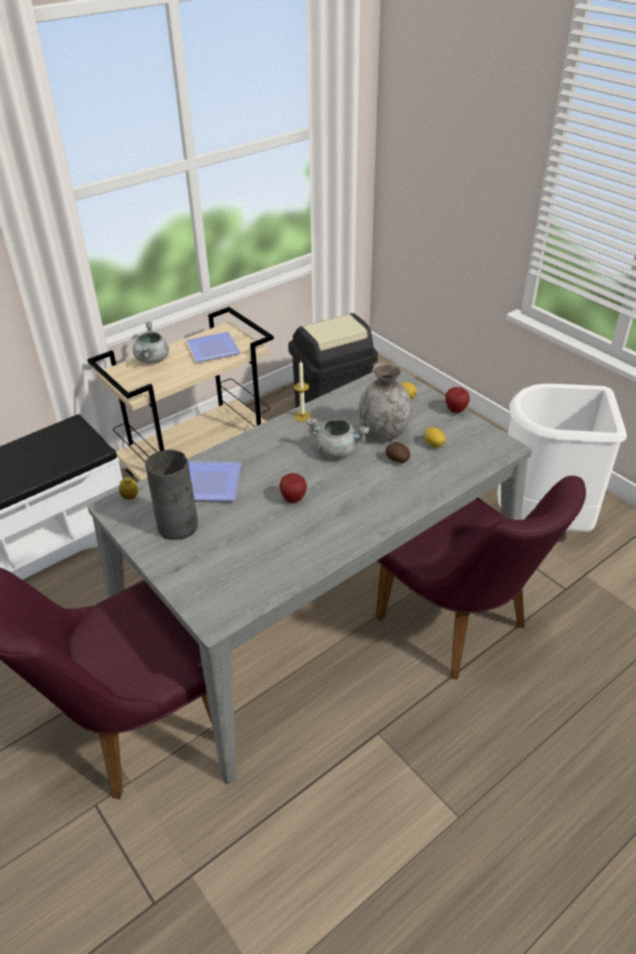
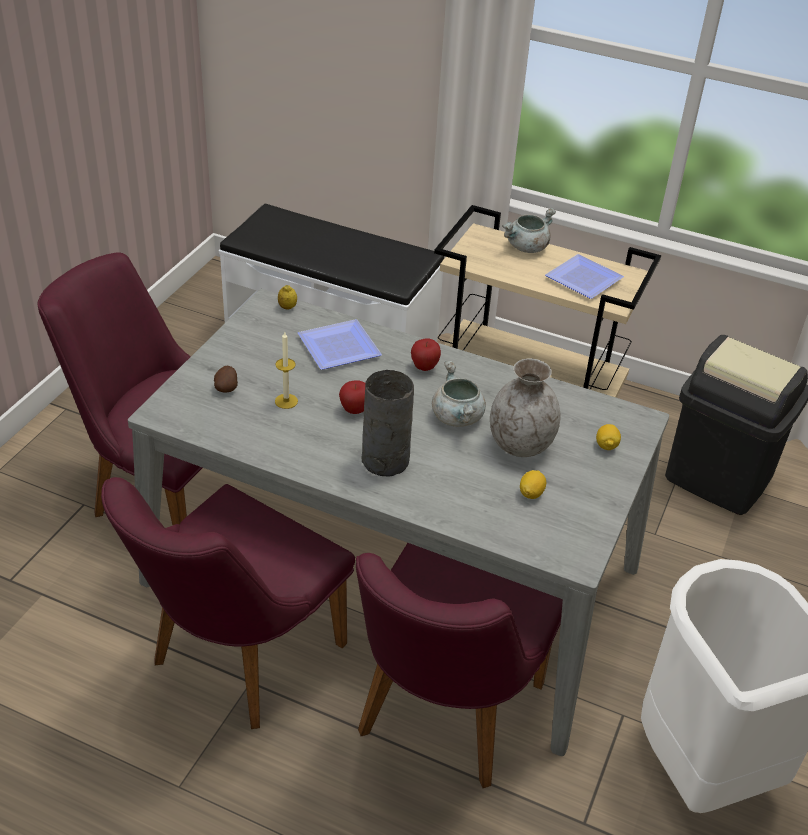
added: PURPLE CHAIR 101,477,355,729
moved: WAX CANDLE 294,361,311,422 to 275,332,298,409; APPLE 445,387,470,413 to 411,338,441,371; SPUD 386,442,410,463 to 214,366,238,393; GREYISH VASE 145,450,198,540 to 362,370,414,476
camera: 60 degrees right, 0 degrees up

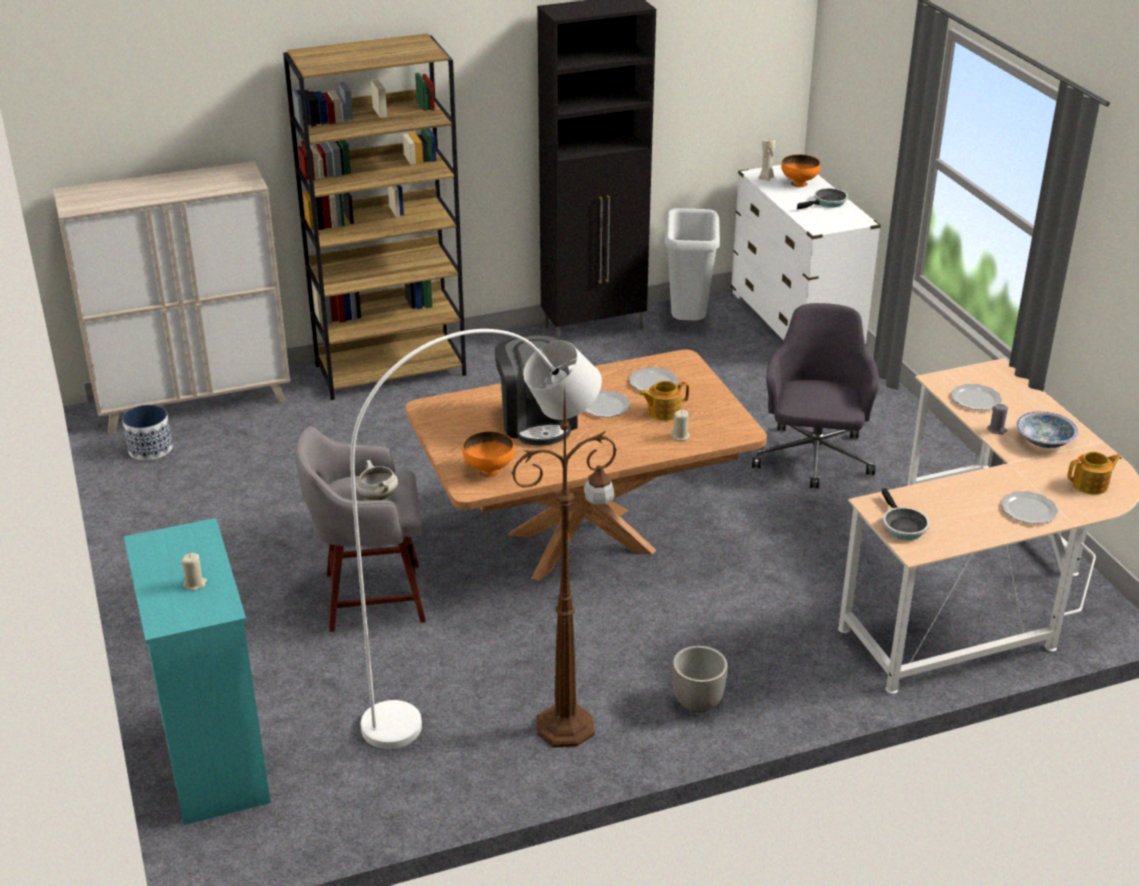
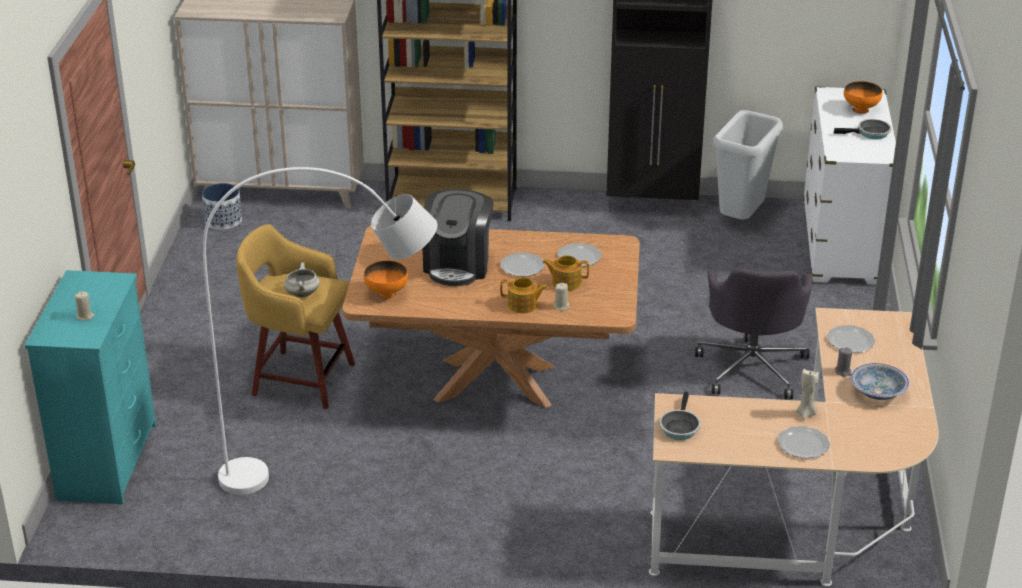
removed: BROWN-COLOURED STANDING LAMP 512,389,617,748; FLOWER POT 672,646,728,713
moved: SAND-COLOURED WAX CANDLE 759,139,775,181 to 796,369,819,420; TEAPOT 1068,452,1122,495 to 500,277,548,314
recoloured: GREYISH STOOL SEAT 295,426,426,632 to YELLOW-COLOURED STOOL SEAT 236,224,355,409
turned: GREYISH COMPUTER CHAIR 752,303,879,489 = 695,269,812,399 150 degrees clockwise
camera: 25 degrees right, 0 degrees up

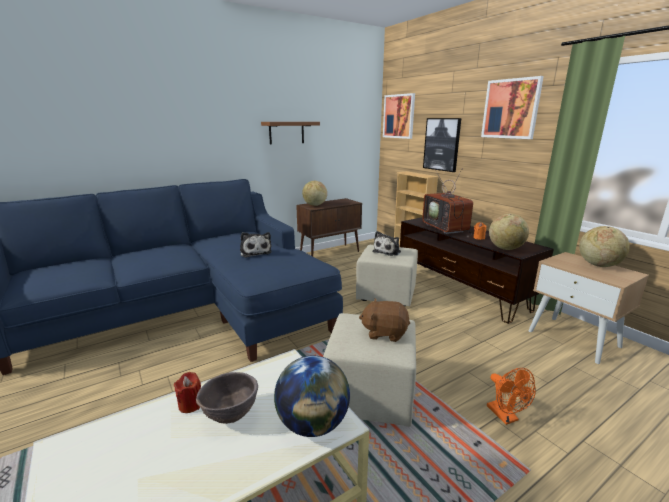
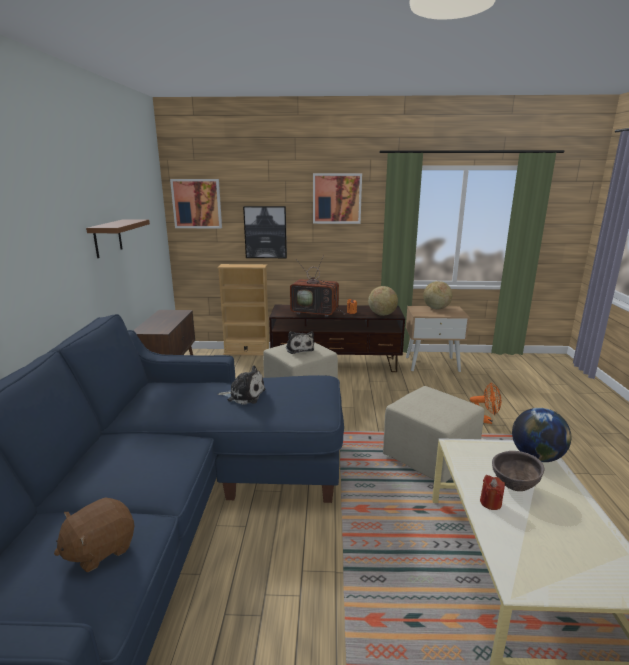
removed: GLOBE 302,181,327,206
moved: BROWN-COLOURED SOFT TOY 359,298,410,342 to 54,497,135,572
camera: 55 degrees left, 0 degrees up

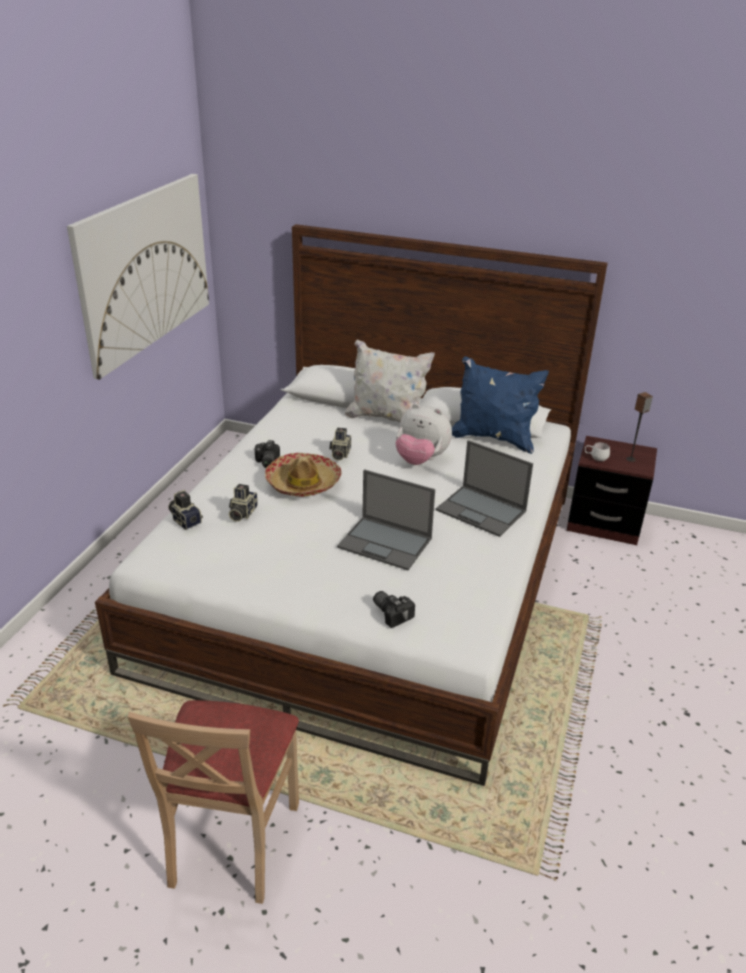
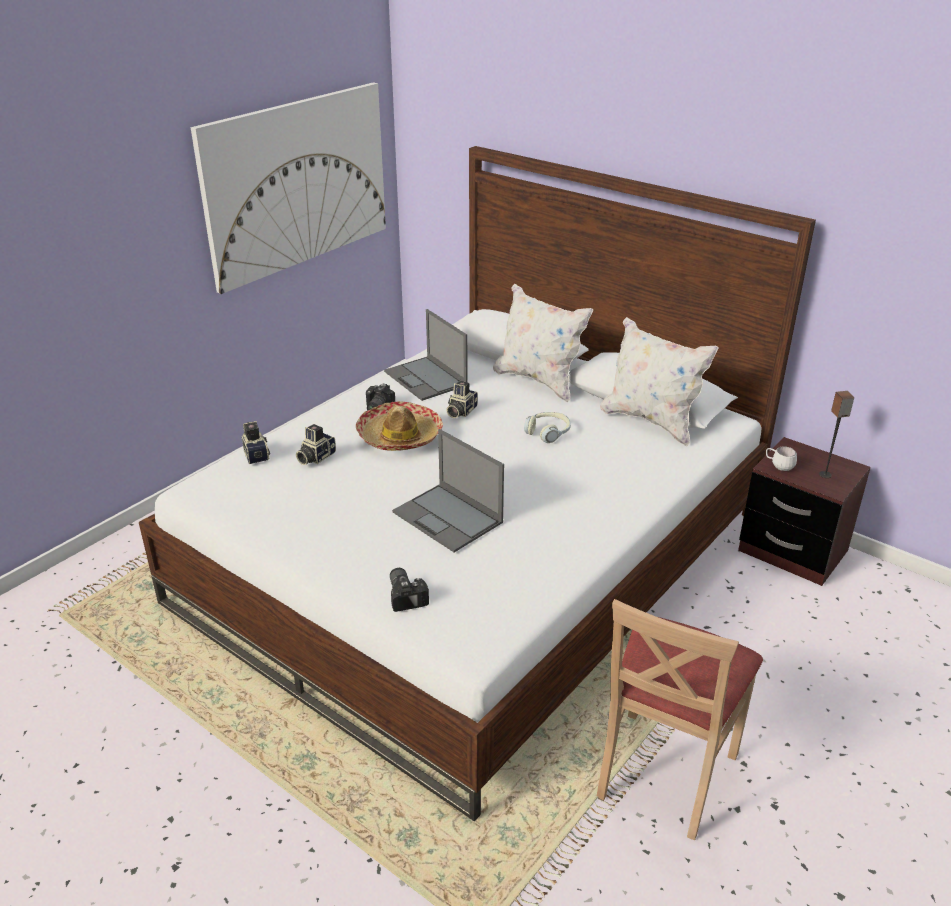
moved: PORTABLE COMPUTER 436,440,533,537 to 384,309,468,401; SAND-COLOURED CHAIR 127,700,299,904 to 597,599,763,841
replaced: SOFT TOY 395,404,452,465 to HEADPHONES 524,412,571,443
recoloured: BLUE-COLOURED THROW PILLOW 452,356,549,454 to WHITE-COLOURED THROW PILLOW 600,317,719,446
camera: 20 degrees right, 0 degrees up

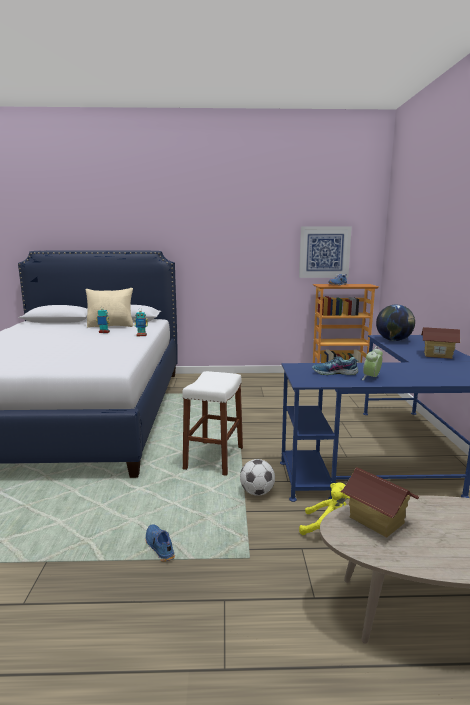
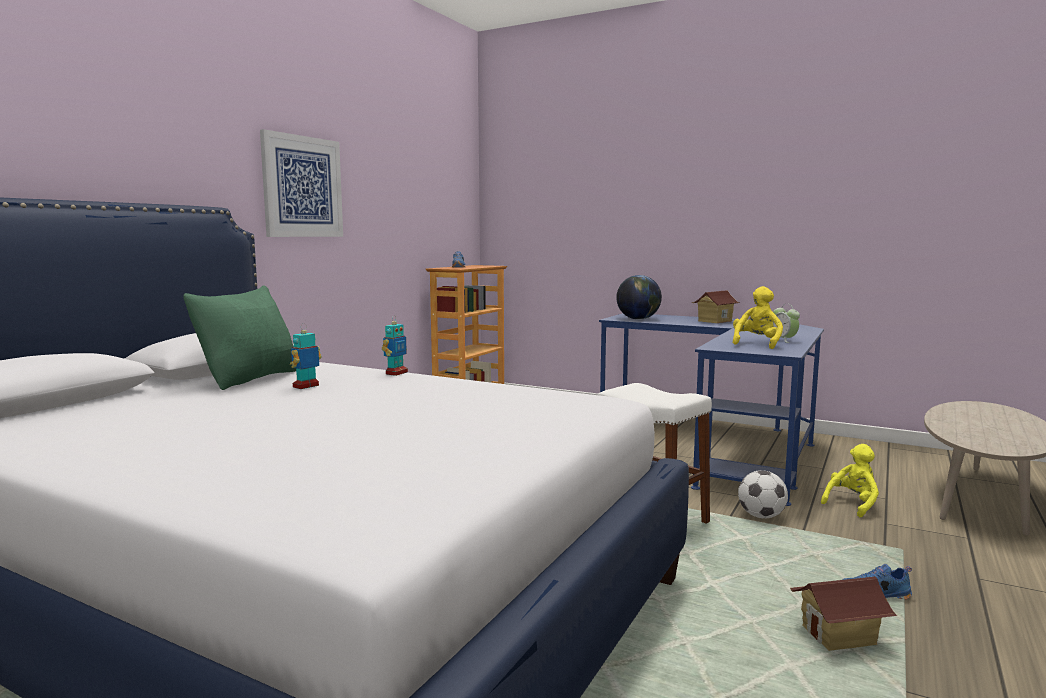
moved: WALL ART 299,226,352,278 to 260,129,343,237; MODEL HOUSE 340,467,419,538 to 790,577,898,651
replaced: SHOE 312,356,358,375 to YELLOW-COLOURED SOFT TOY 733,286,783,349
recoloured: SAND-COLOURED THROW PILLOW 85,288,133,328 to GREENISH THROW PILLOW 183,285,296,390
camera: 60 degrees left, 5 degrees down

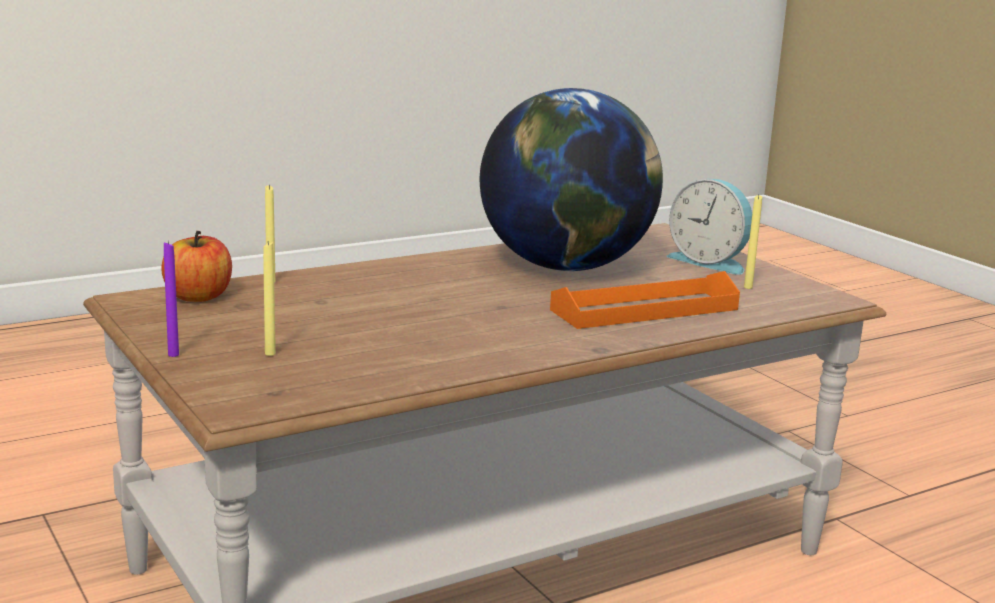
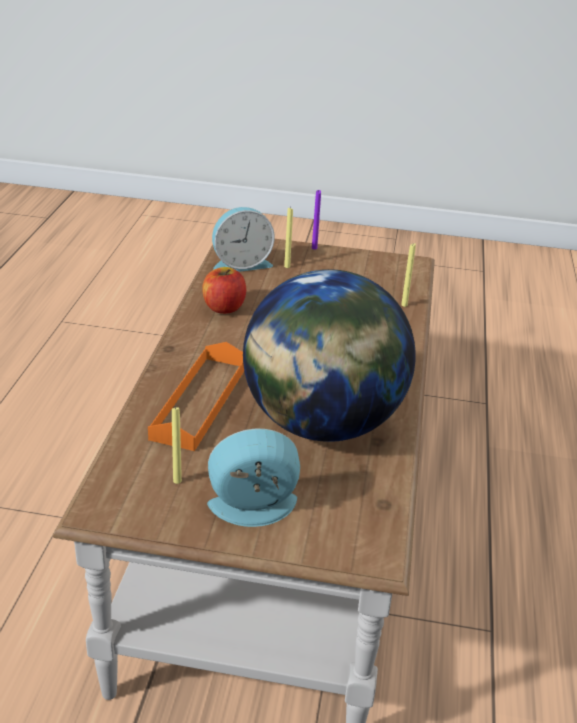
added: ALARM CLOCK 212,207,275,272
moved: APPLE 161,231,232,302 to 202,267,246,314
camera: 130 degrees right, 15 degrees up

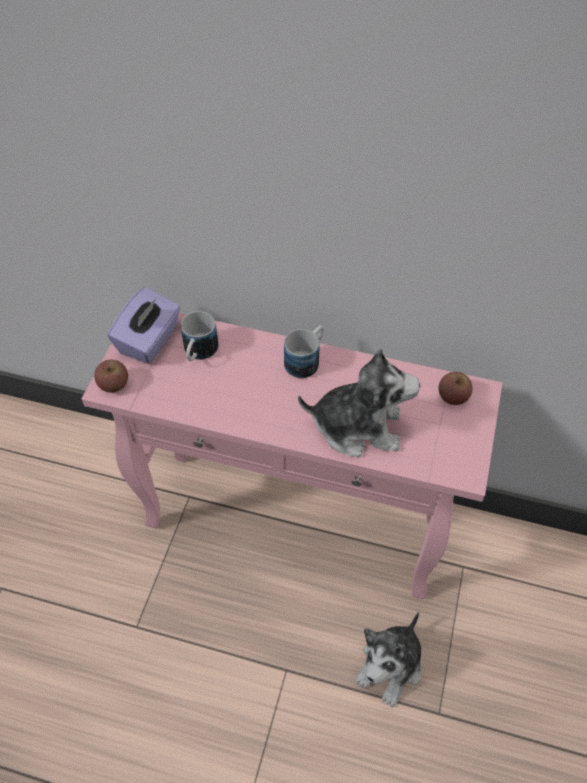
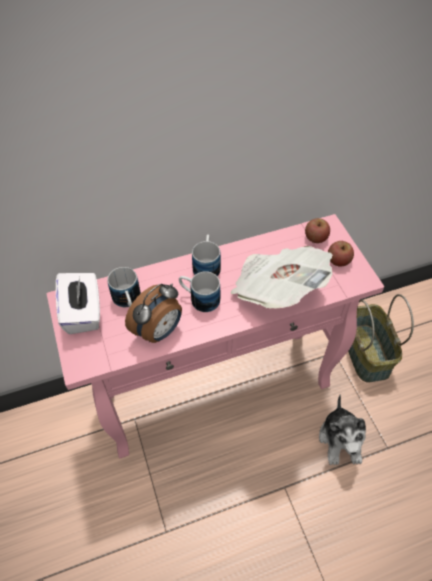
added: COFFEE MUG 179,271,220,312; ALARM CLOCK 125,284,182,343; BASKET 348,294,414,382
moved: APPLE 94,360,128,393 to 328,241,354,266
replaced: SOFT TOY 298,349,420,457 to PRINTED PAPER 231,246,333,309
recoloured: PURPLE BOX OF TISSUES 108,287,181,364 to WHITE-COLOURED BOX OF TISSUES 56,273,100,334
camera: 35 degrees left, 0 degrees up

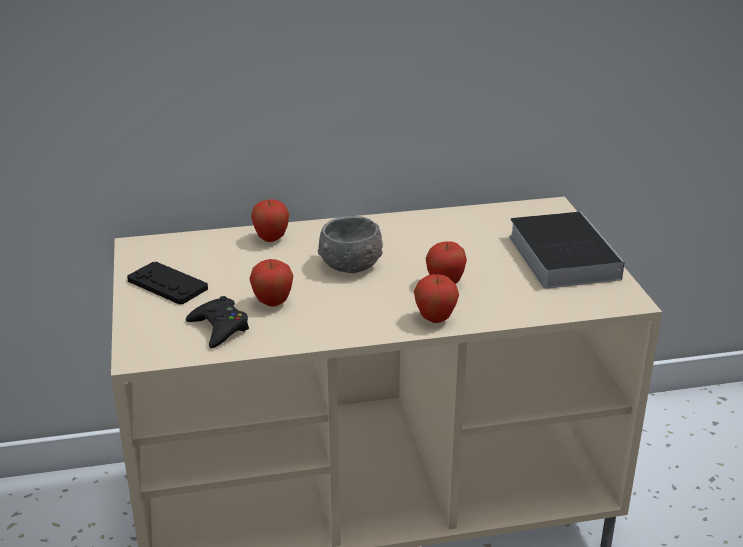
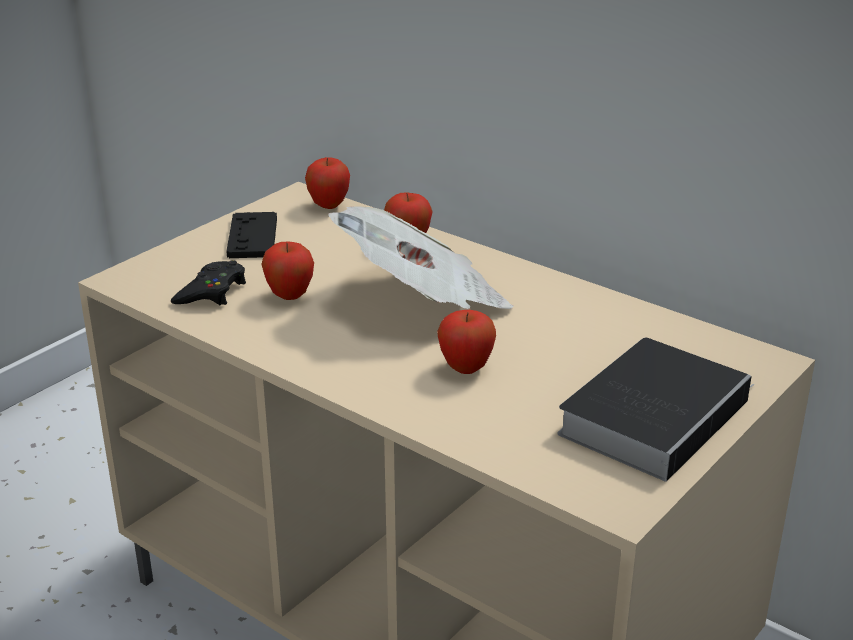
moved: APPLE 414,274,459,323 to 305,157,350,209
replaced: GREYISH DEEP DISH 318,216,383,273 to PRINTED PAPER 328,206,513,309
camera: 50 degrees right, 0 degrees up

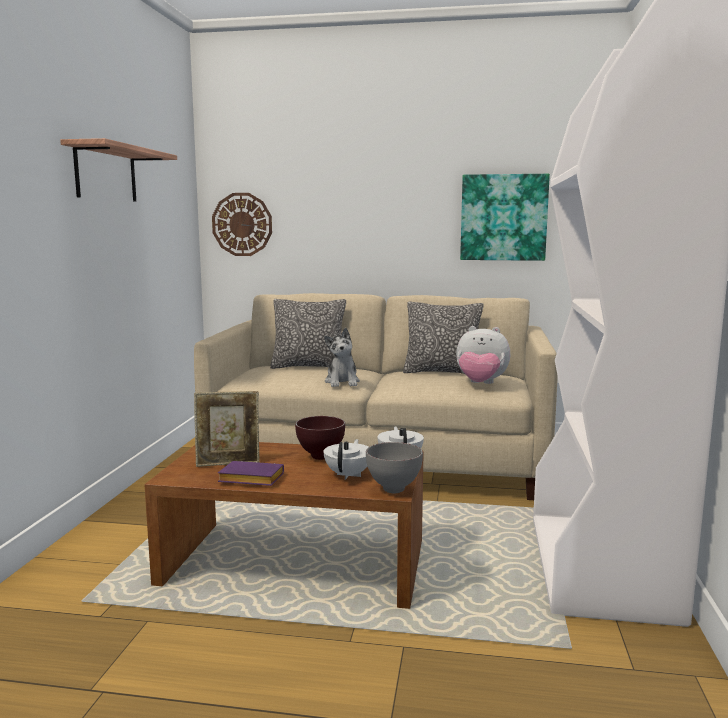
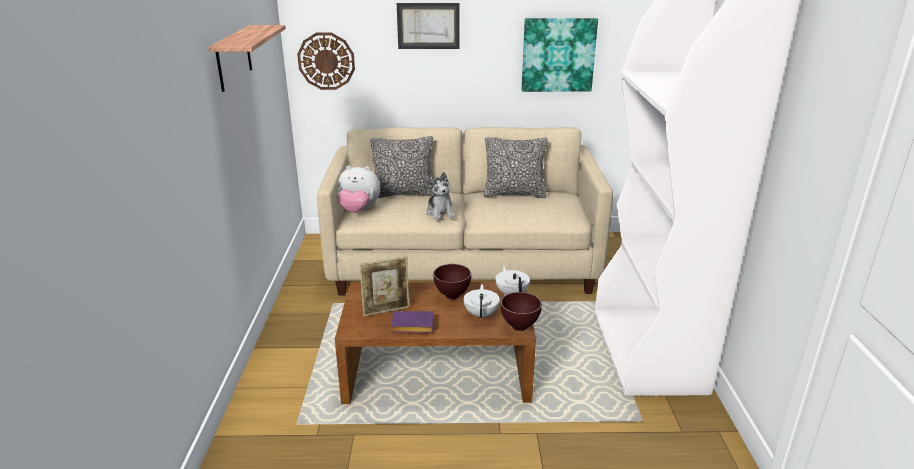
added: WALL ART 397,3,460,49
moved: SOFT TOY 456,326,510,384 to 337,166,380,213
recoloured: GREYISH DEEP DISH 366,442,423,493 to BROWN-COLOURED DEEP DISH 501,292,542,331
camera: 10 degrees left, 15 degrees up

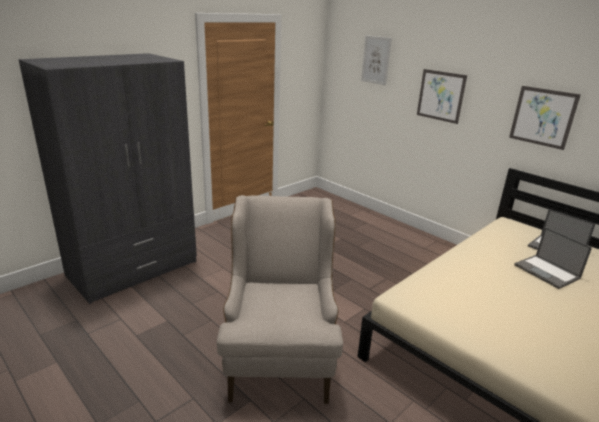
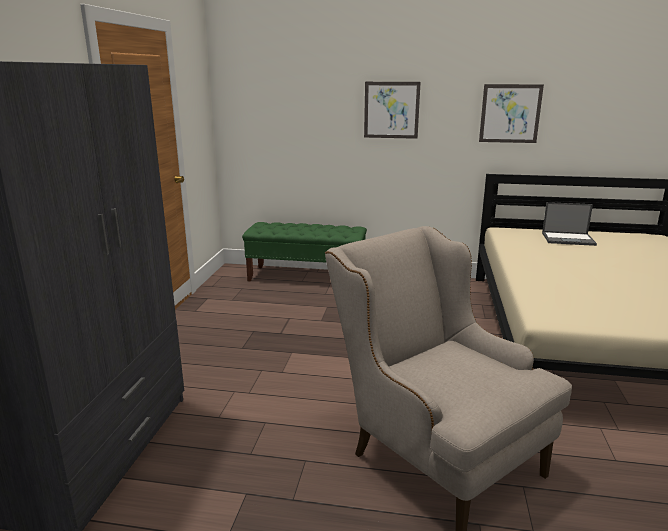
removed: WALL ART 361,35,392,85; PORTABLE COMPUTER 514,227,592,289
added: GREENISH BENCH 242,222,367,282
camera: 35 degrees left, 5 degrees down

